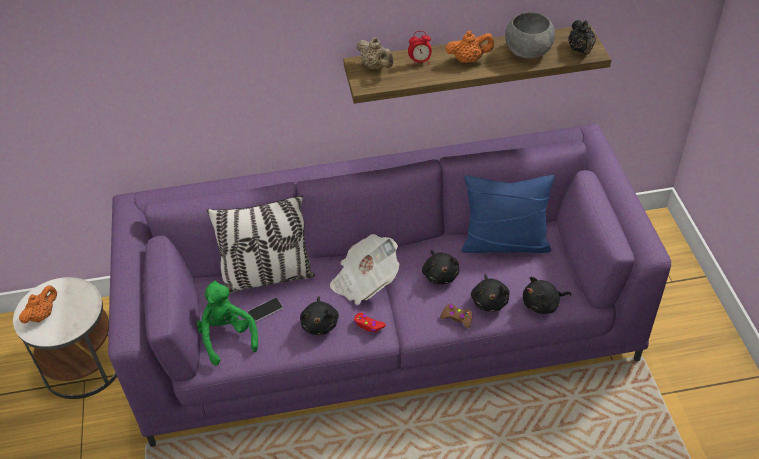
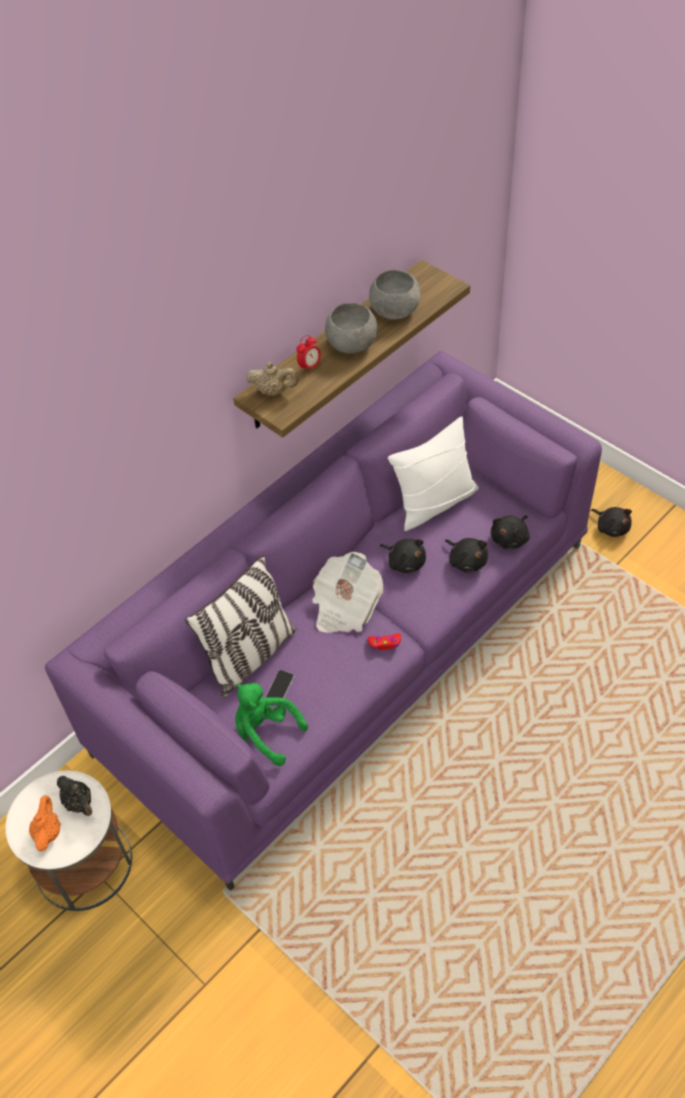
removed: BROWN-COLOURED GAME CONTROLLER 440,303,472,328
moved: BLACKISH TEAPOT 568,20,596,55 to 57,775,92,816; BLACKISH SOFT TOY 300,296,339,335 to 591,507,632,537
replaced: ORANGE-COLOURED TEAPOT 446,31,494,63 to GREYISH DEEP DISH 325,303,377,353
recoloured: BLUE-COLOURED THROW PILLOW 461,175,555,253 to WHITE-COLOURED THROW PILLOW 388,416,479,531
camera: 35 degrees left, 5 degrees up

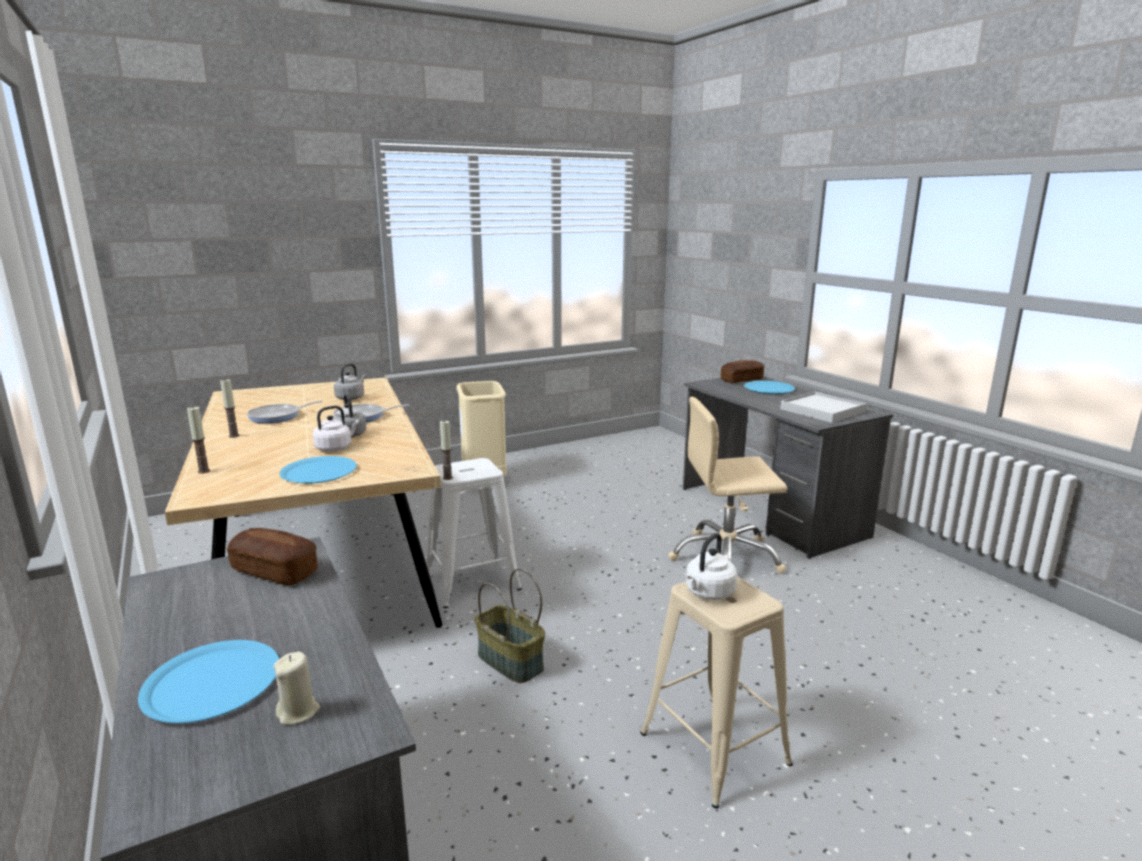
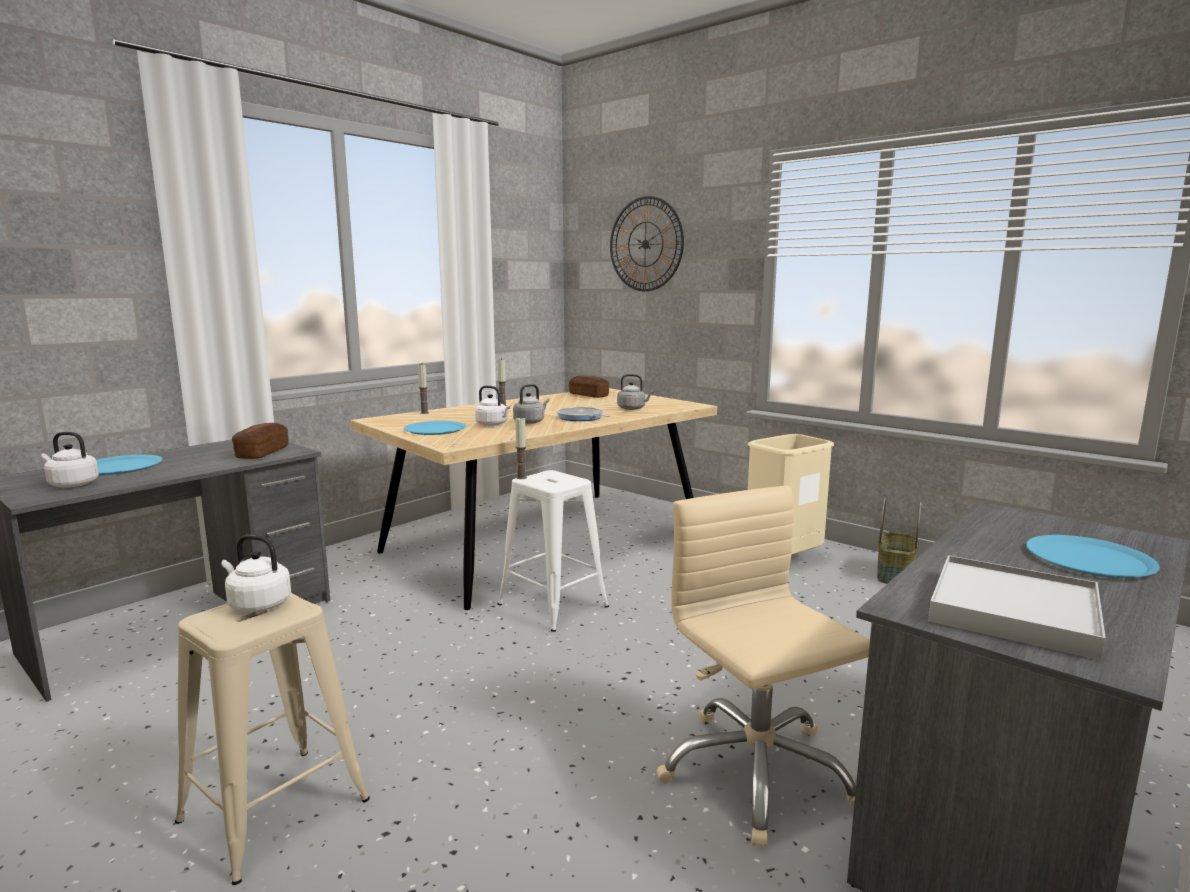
removed: PAN 247,401,323,423
added: WALL CLOCK 610,196,684,291
moved: BREAD 721,360,764,383 to 569,376,609,398; BASKET 475,568,545,683 to 877,498,921,584
replaced: SAND-COLOURED WAX CANDLE 274,652,320,725 to WHITE-COLOURED TEA KETTLE 41,432,99,488
camera: 70 degrees right, 5 degrees down

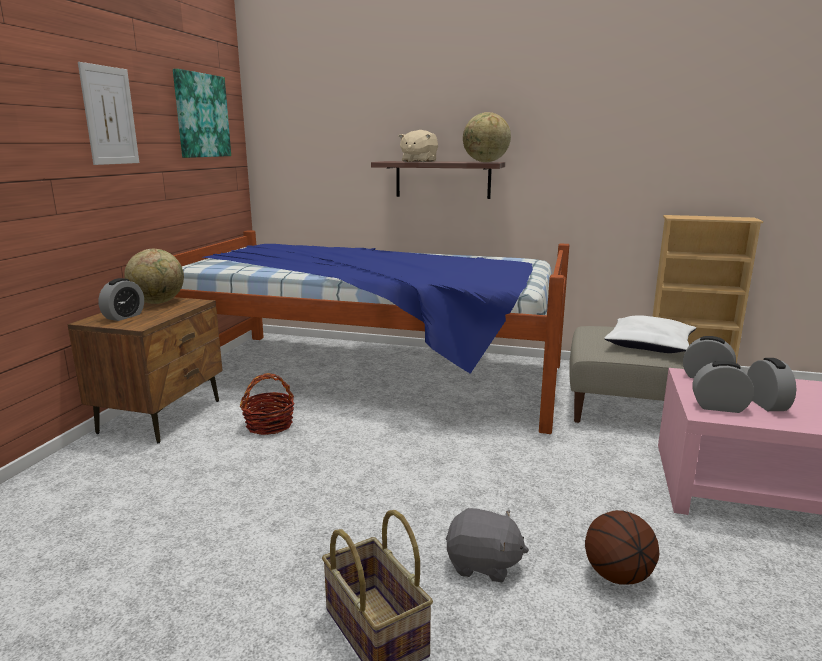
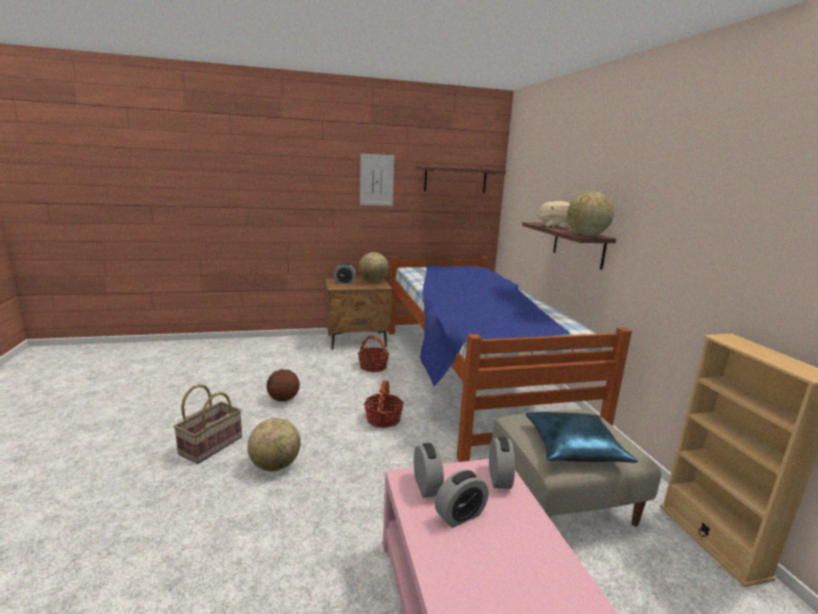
added: BASKET 364,380,404,428
moved: BASKETBALL BALL 585,510,659,584 to 266,369,300,401
replaced: WALL ART 173,69,231,158 to SHELF 416,166,506,193; GREYISH SOFT TOY 446,508,529,582 to GLOBE 247,418,301,471
recoloured: WHITE-COLOURED THROW PILLOW 604,316,696,353 to BLUE-COLOURED THROW PILLOW 526,412,638,463
camera: 60 degrees right, 0 degrees up

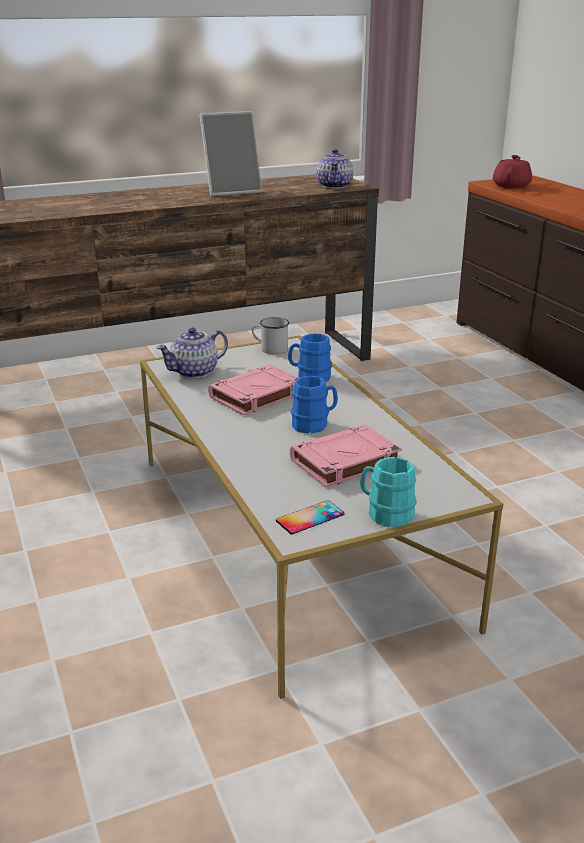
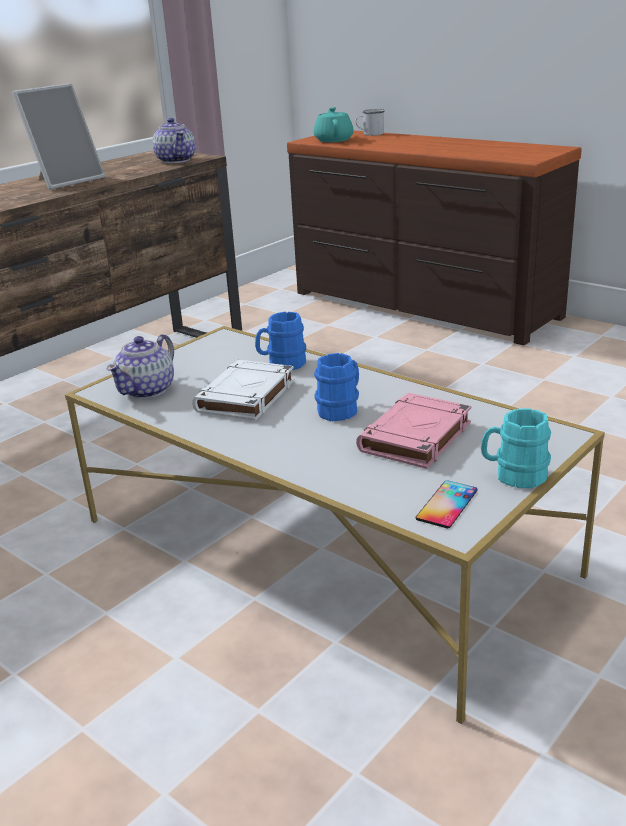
moved: WHITE-COLOURED COFFEE MUG 252,317,289,354 to 355,109,385,136
recoloured: REDDISH TEAPOT 493,155,532,189 to TURQUOISE TEAPOT 314,107,353,142; PINK BOUND BOOK 208,365,298,416 to WHITE-COLOURED BOUND BOOK 192,360,295,421
camera: 25 degrees left, 0 degrees up

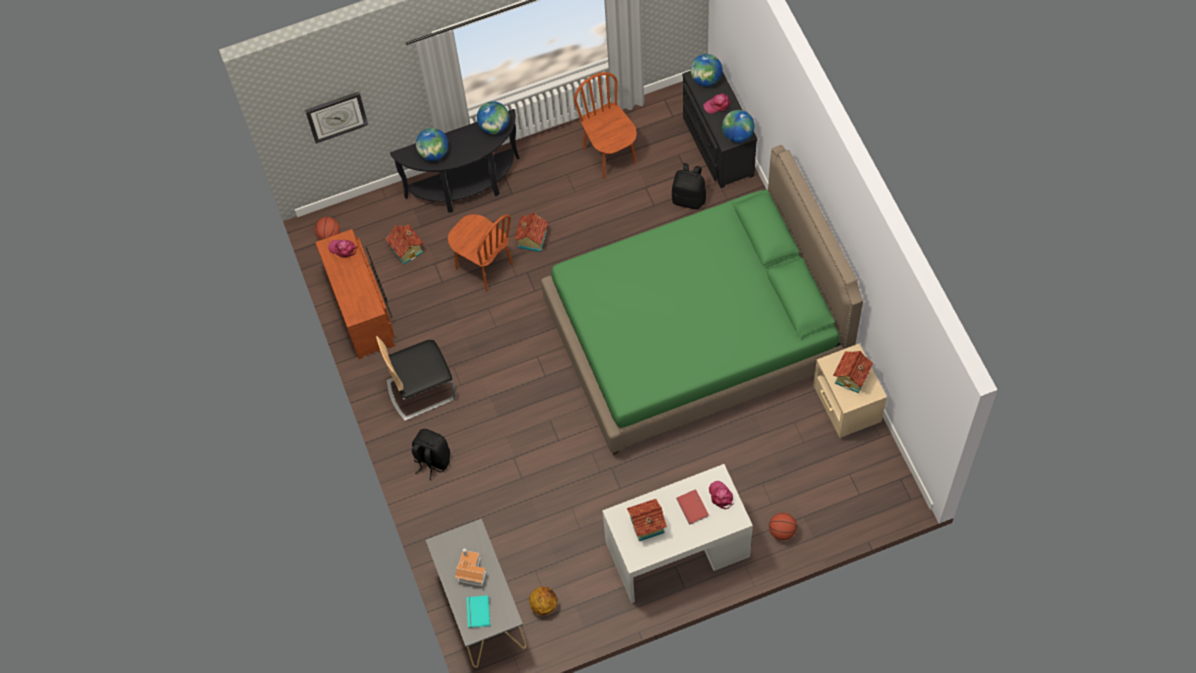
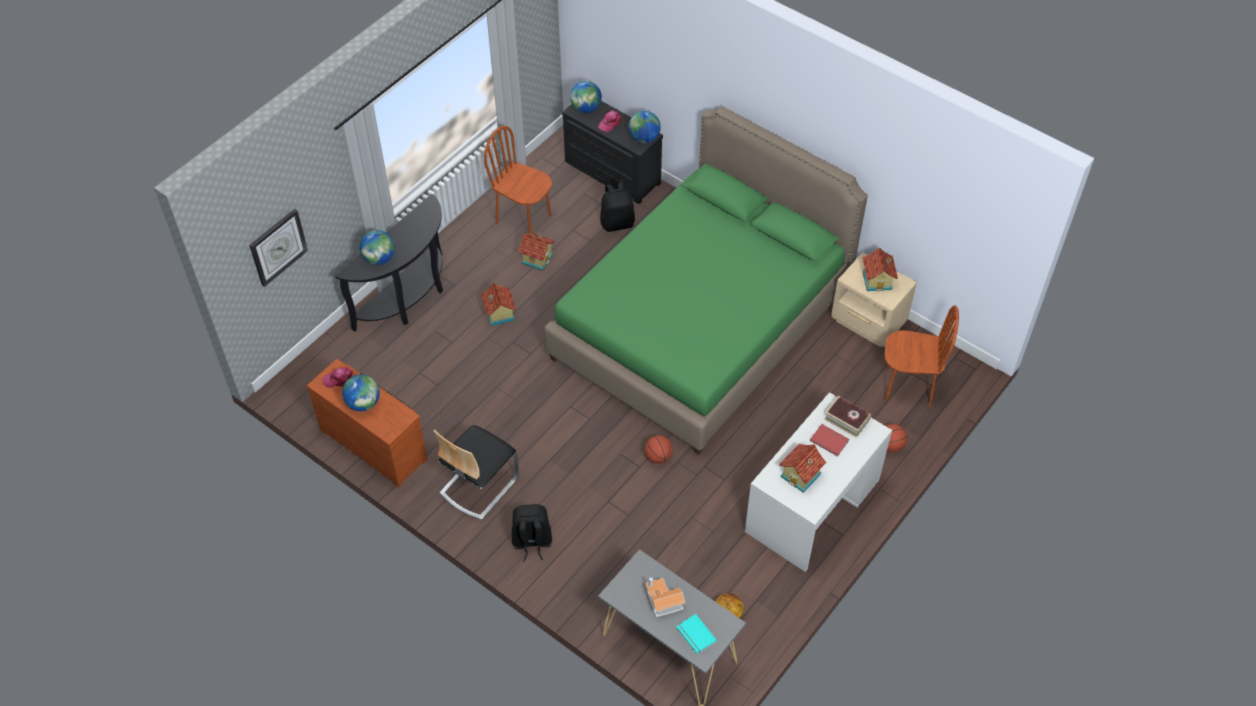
moved: GLOBE 477,101,509,134 to 342,374,380,411; BROWN-COLOURED CHAIR 448,214,513,292 to 885,305,959,407; BASKETBALL BALL 314,217,340,240 to 644,435,673,464; MODEL HOUSE 385,225,424,265 to 518,233,555,271
replaced: PINK PEAKED CAP 709,481,734,509 to BOUND BOOK 824,396,871,438
camera: 35 degrees left, 10 degrees down

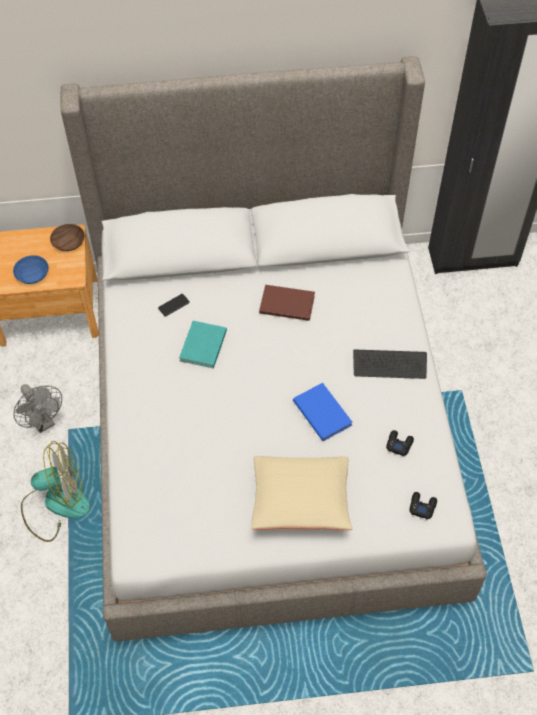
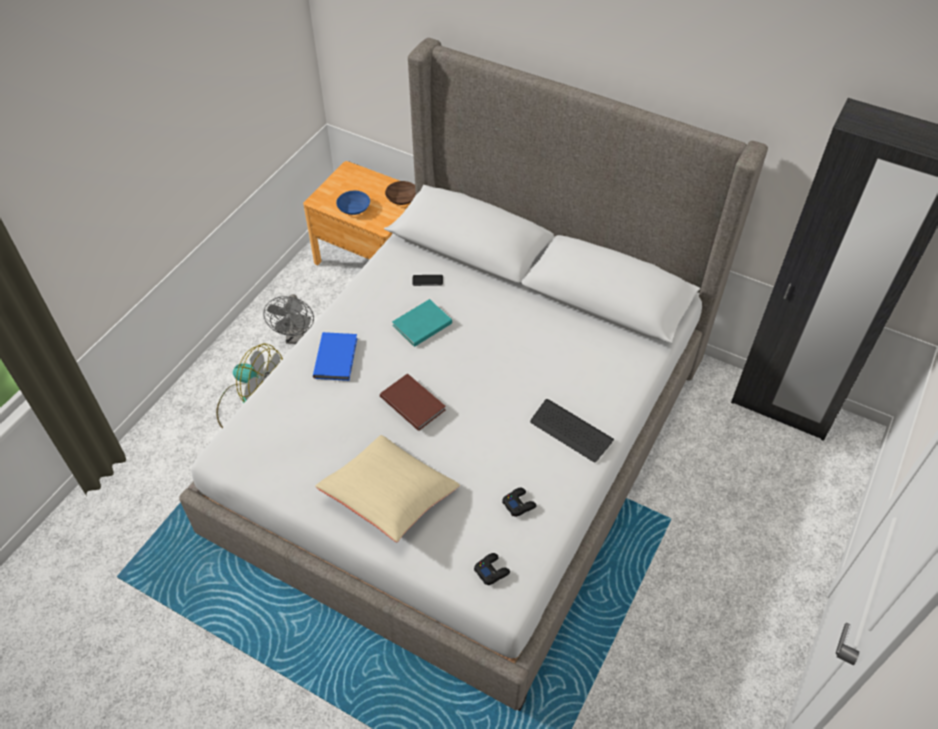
moved: BROWN-COLOURED BOUND BOOK 259,285,315,321 to 380,373,446,431; BLUE-COLOURED BOUND BOOK 293,383,353,441 to 313,332,358,381
camera: 35 degrees right, 5 degrees down

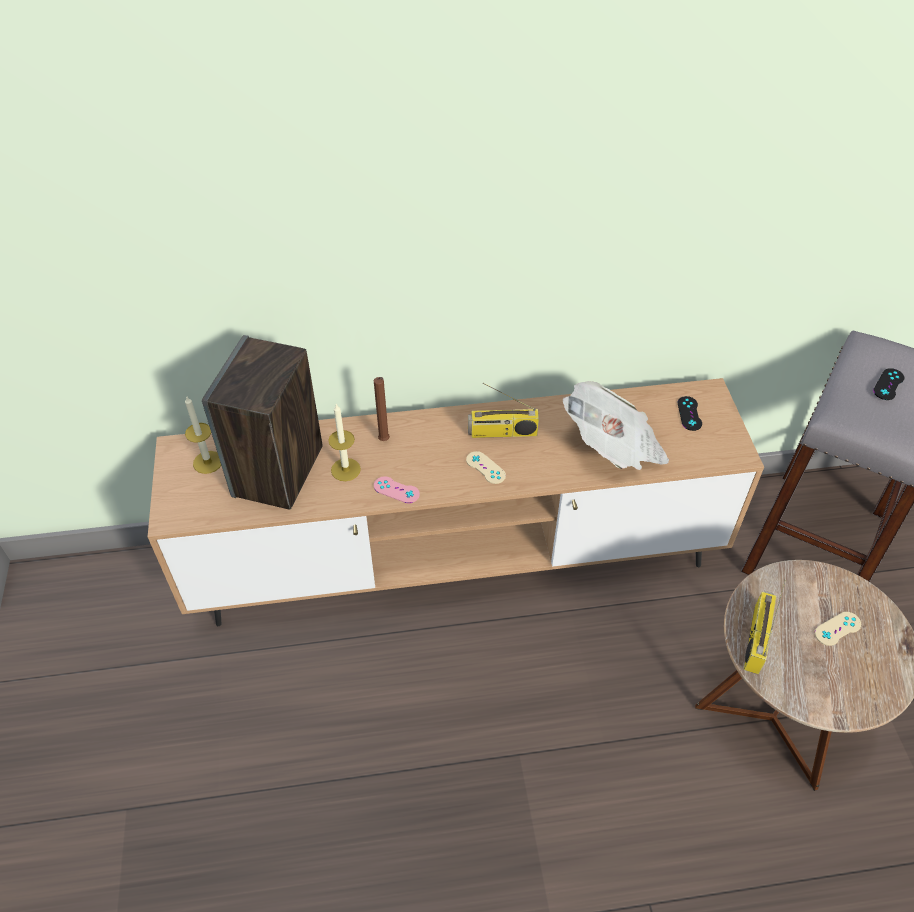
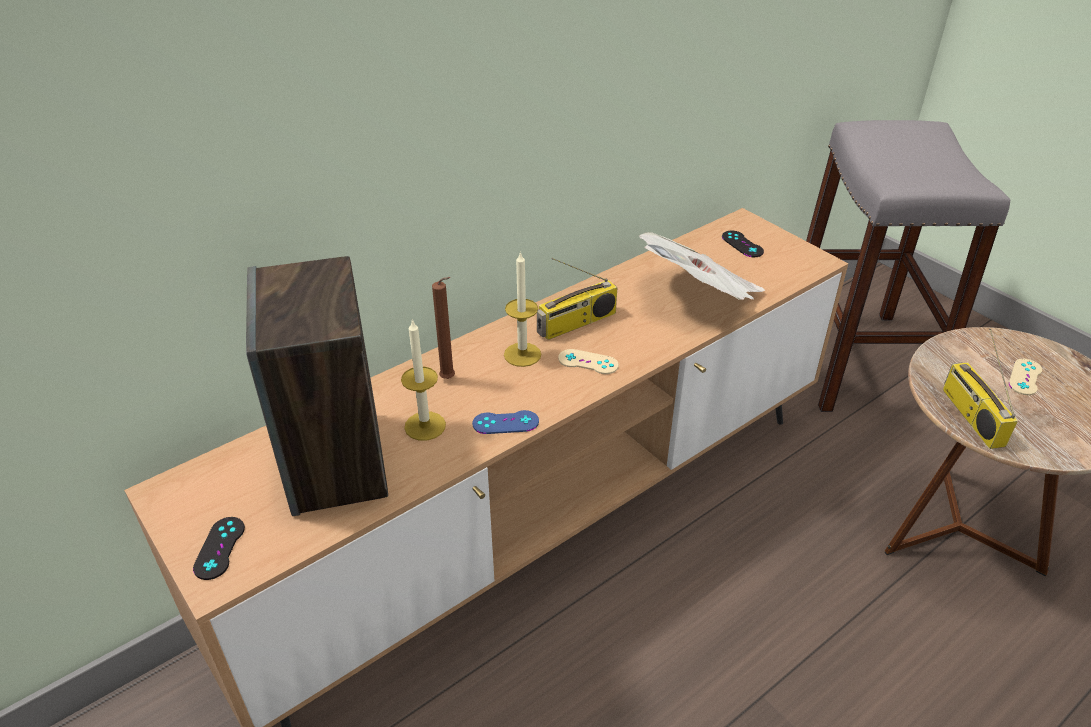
moved: BLACKISH GAME CONTROLLER 873,368,904,400 to 193,517,245,580; WAX CANDLE 185,396,221,474 to 504,251,541,367
recoloured: PINK GAME CONTROLLER 374,476,420,503 to BLUE-COLOURED GAME CONTROLLER 472,410,539,434
camera: 30 degrees left, 10 degrees down

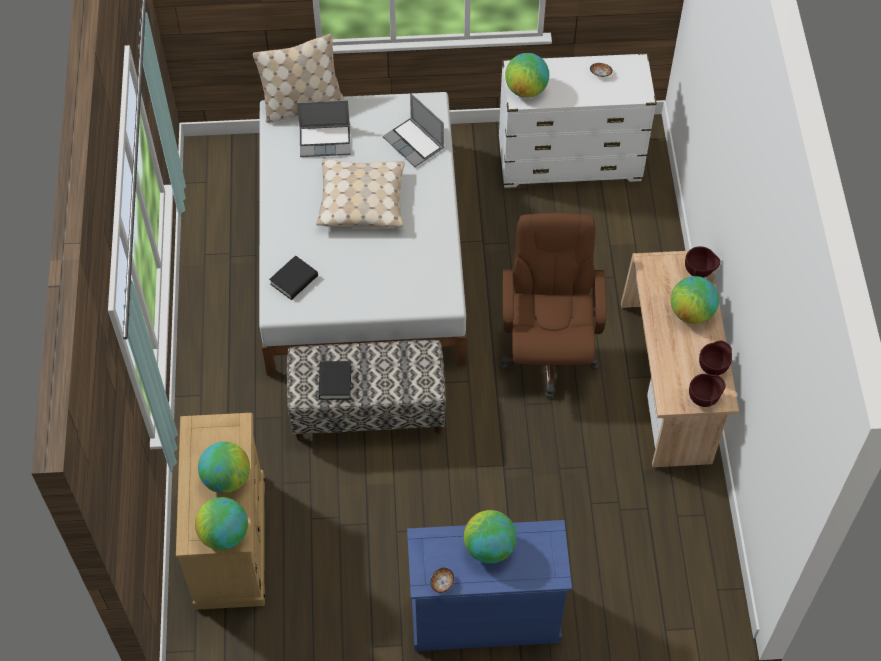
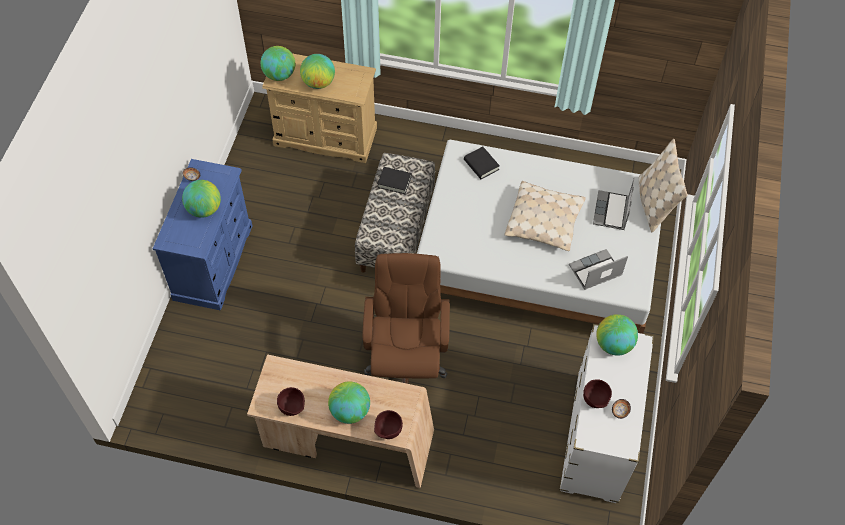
moved: BROWN-COLOURED DEEP DISH 689,374,726,407 to 583,379,612,408
turned: BROWN-COLOURED COMPUTER CHAIR 498,213,607,398 = 363,253,450,384 105 degrees counterclockwise
camera: 105 degrees right, 0 degrees up

